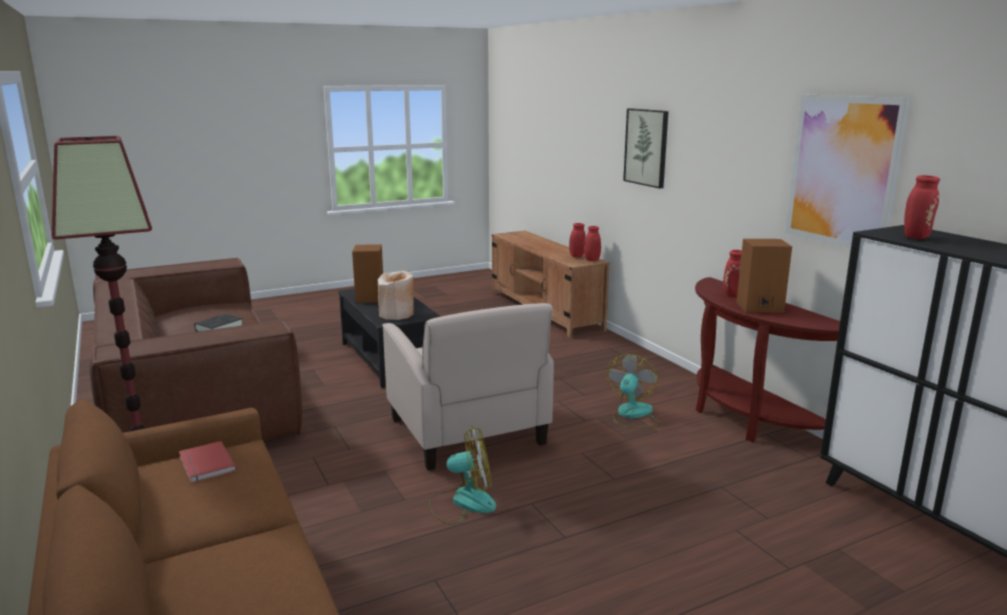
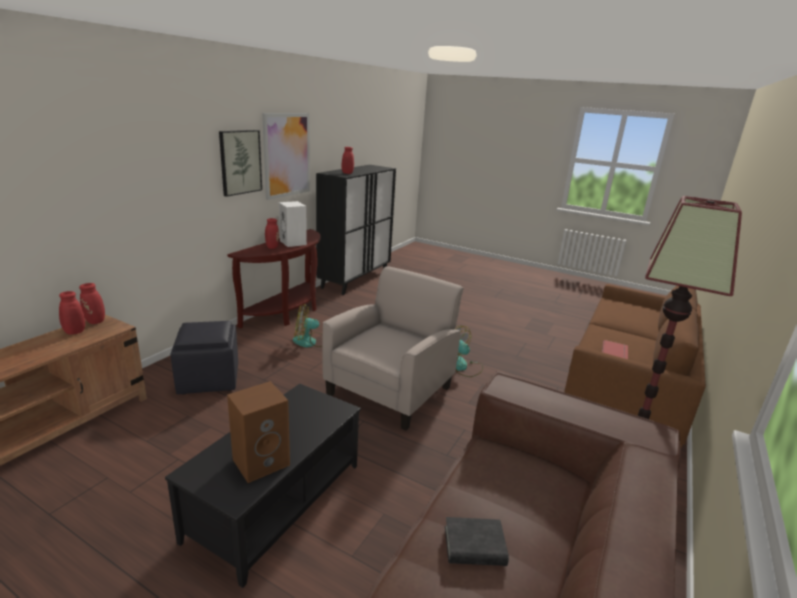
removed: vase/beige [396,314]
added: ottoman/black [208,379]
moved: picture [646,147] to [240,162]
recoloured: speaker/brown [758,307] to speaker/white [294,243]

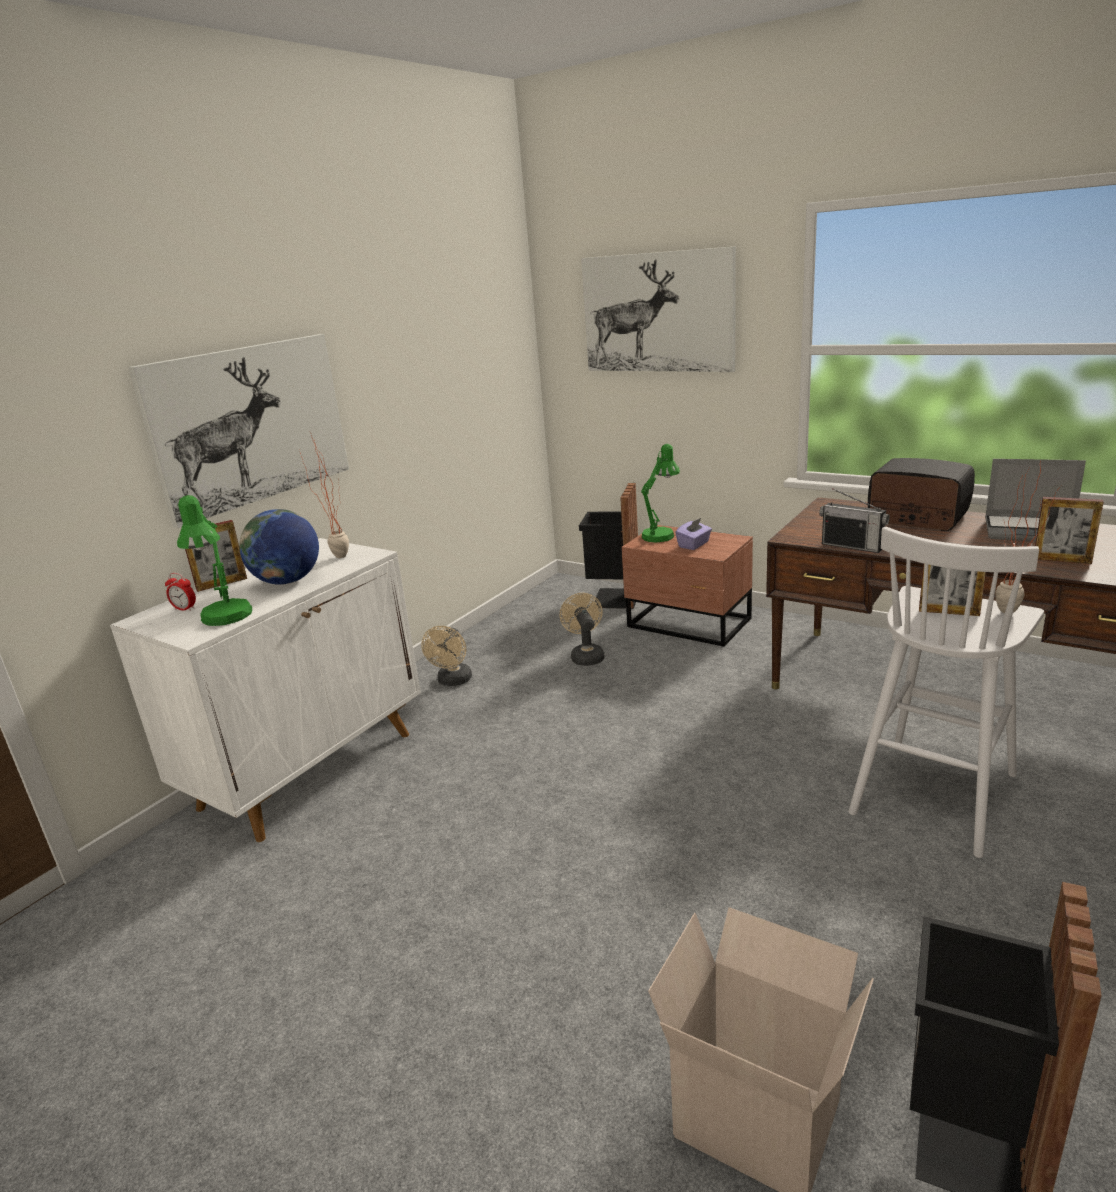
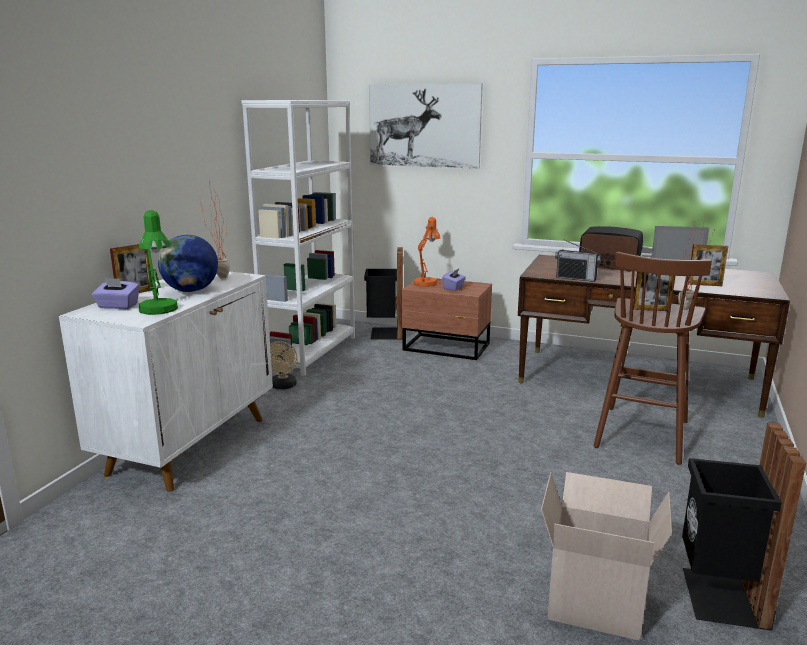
removed: picture [250,424]; fan/beige [586,656]
added: bookcase/white [311,352]
replaced: alarm clock [185,609] to tissue box/purple [117,306]
recoloured: table lamp/green [661,534] to table lamp/orange [427,282]; stool/white [934,792] to stool/brown [642,433]

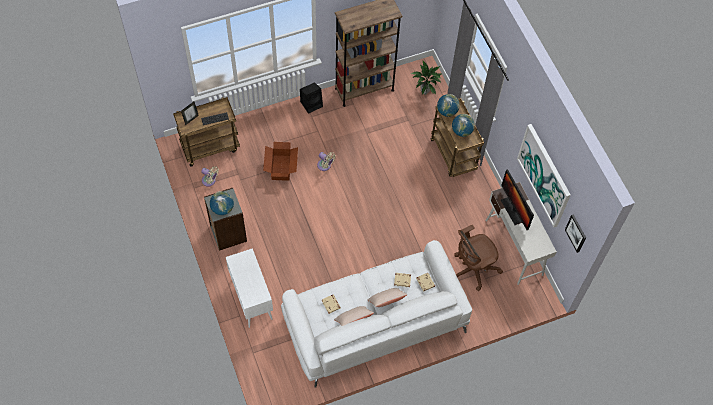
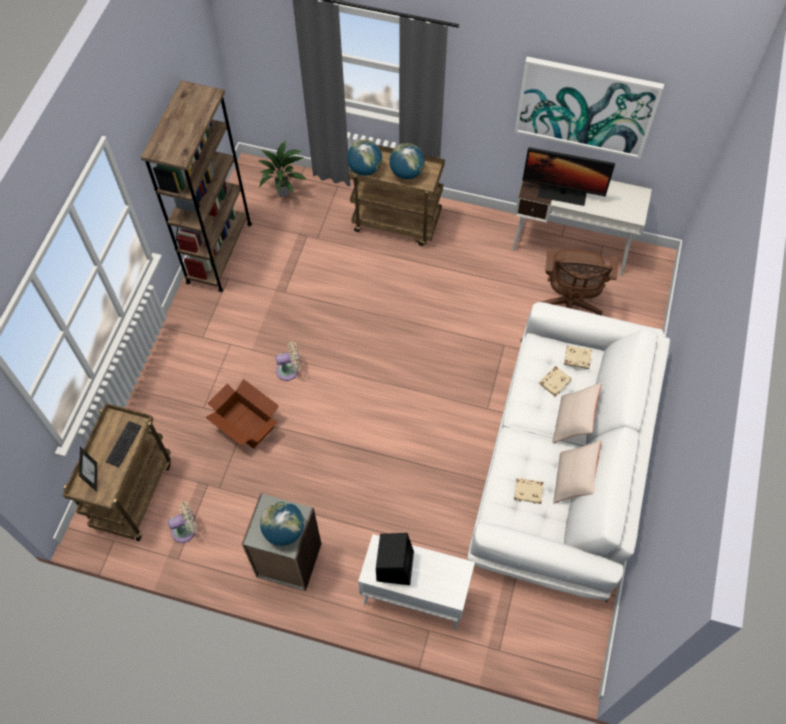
removed: picture [576,233]
moved: speaker/black [312,103] to [395,565]

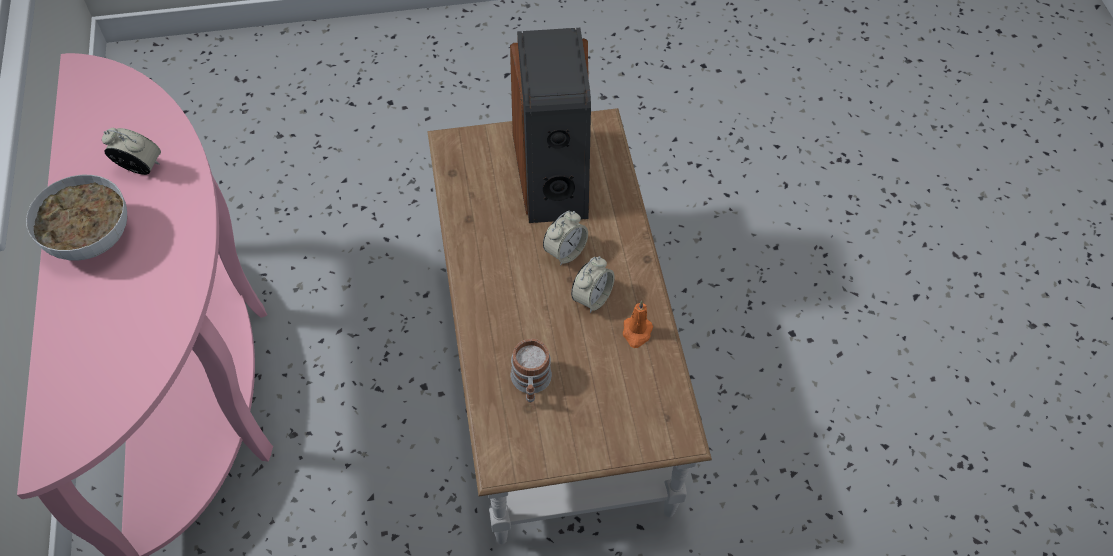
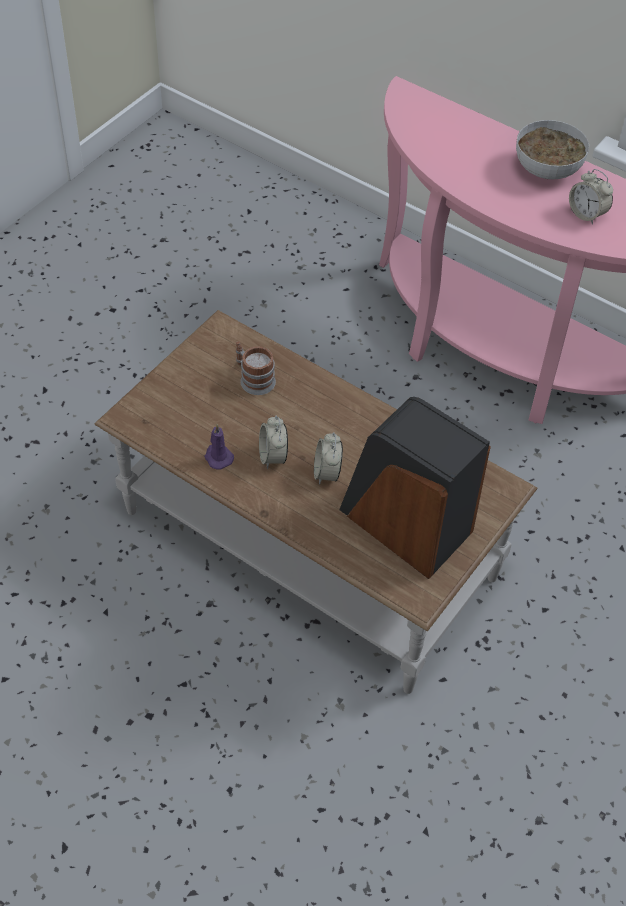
recoloured: candle/orange [636,332] to candle/purple [218,457]
turned: alarm clock [140,167] = [586,214] 75 degrees clockwise

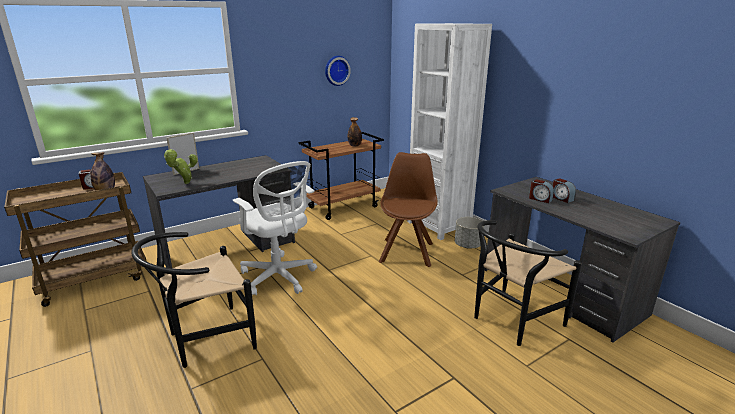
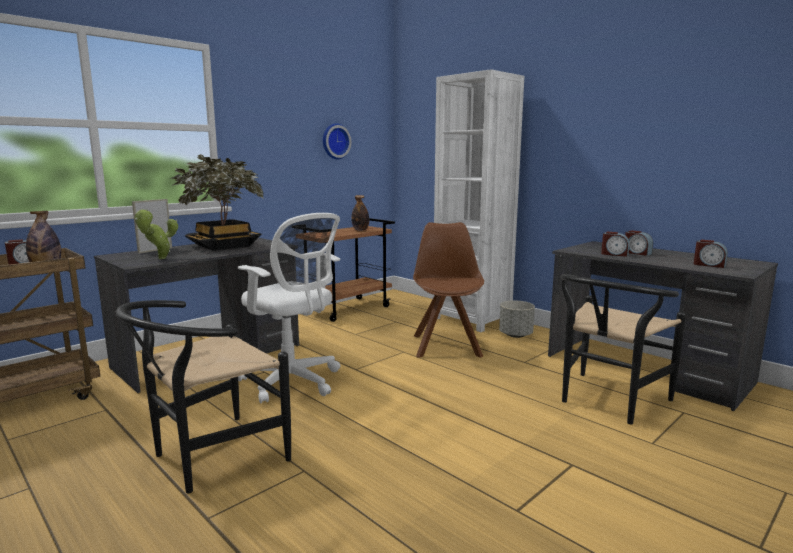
added: potted plant [224,246]; alarm clock [709,265]

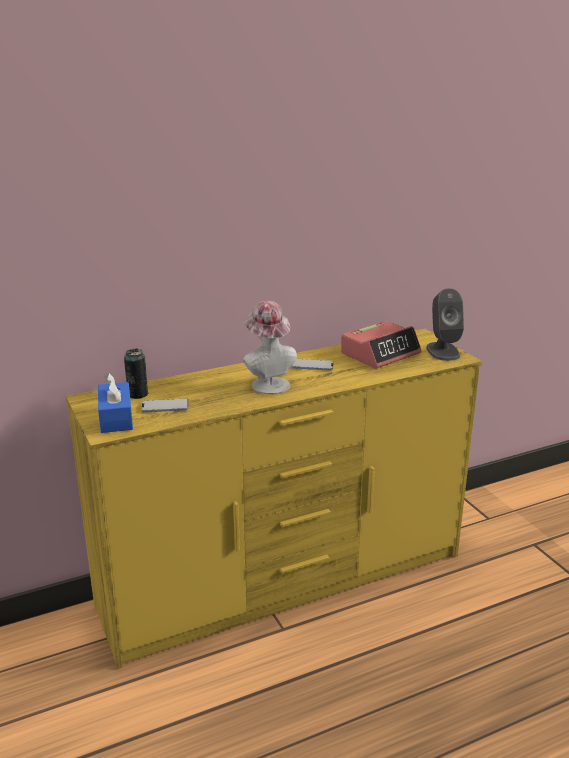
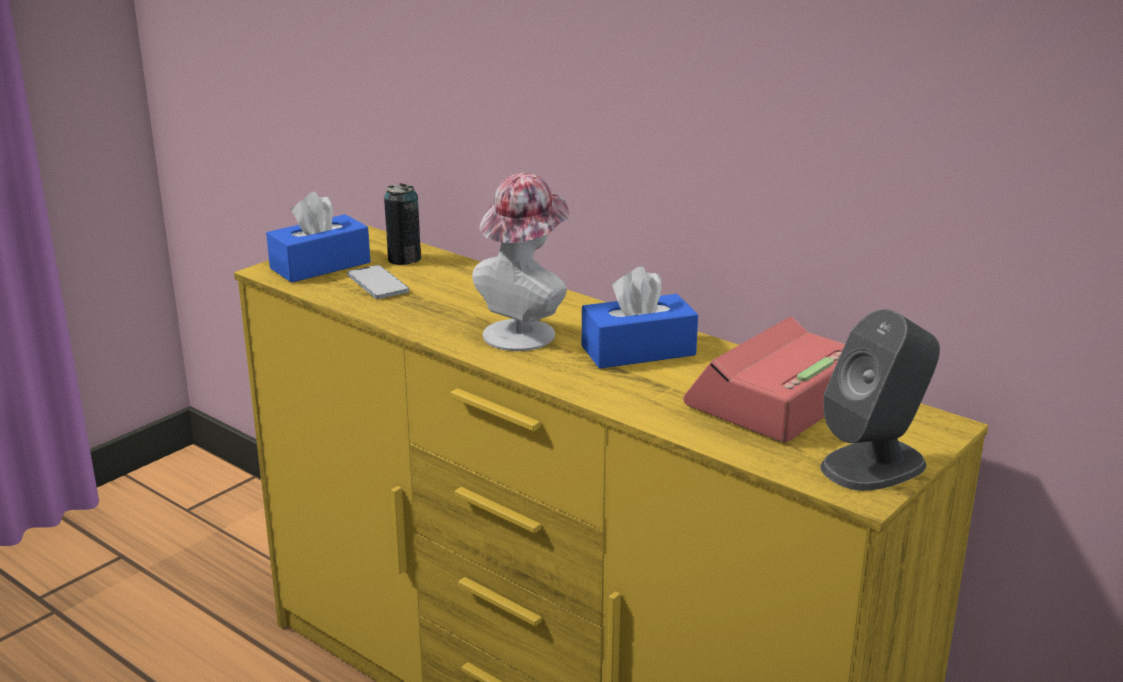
replaced: phone [312,366] to tissue box/blue [638,350]
turned: alarm clock [380,353] = [773,400] 105 degrees clockwise

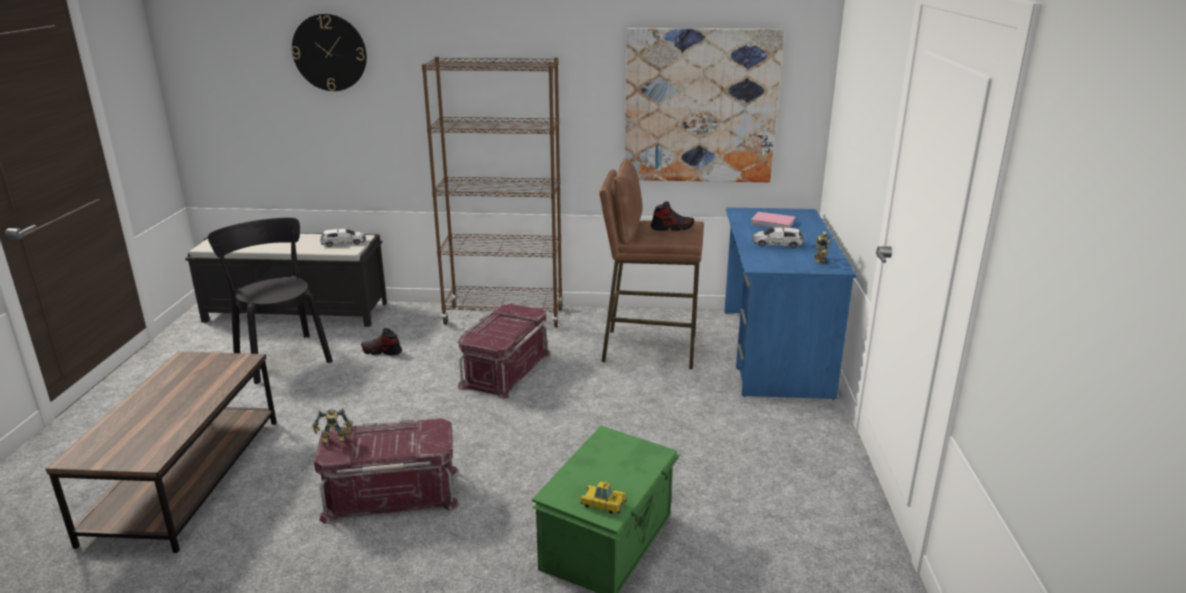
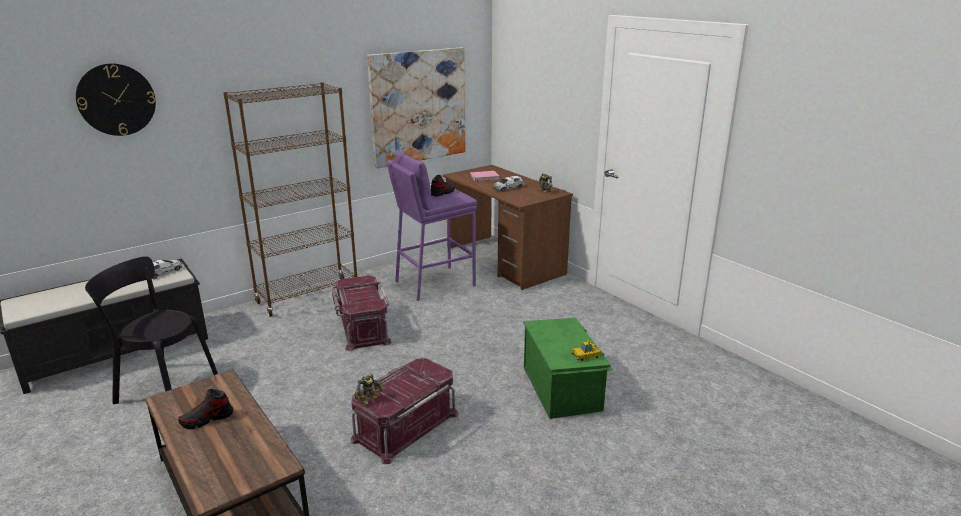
moved: shoe [382,352] to [207,419]
recoloured: stool/brown [649,348] to stool/purple [434,283]; desk/blue [774,351] to desk/brown [504,261]

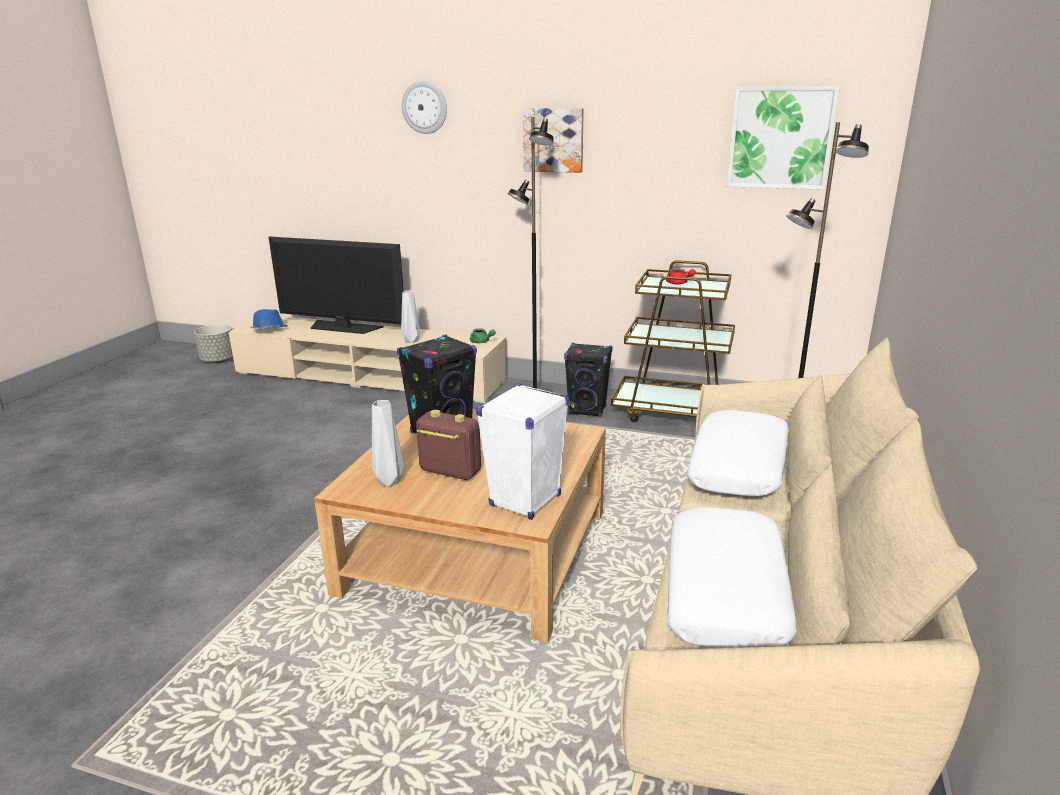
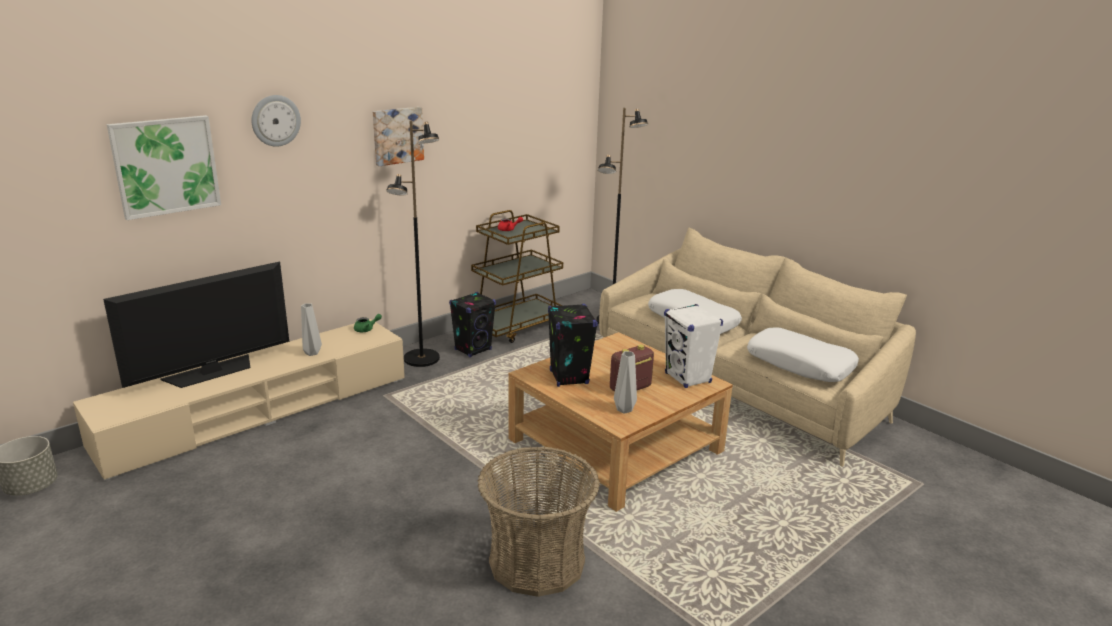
removed: hat/blue [269,330]
added: basket [536,562]
moved: picture [780,138] to [165,166]

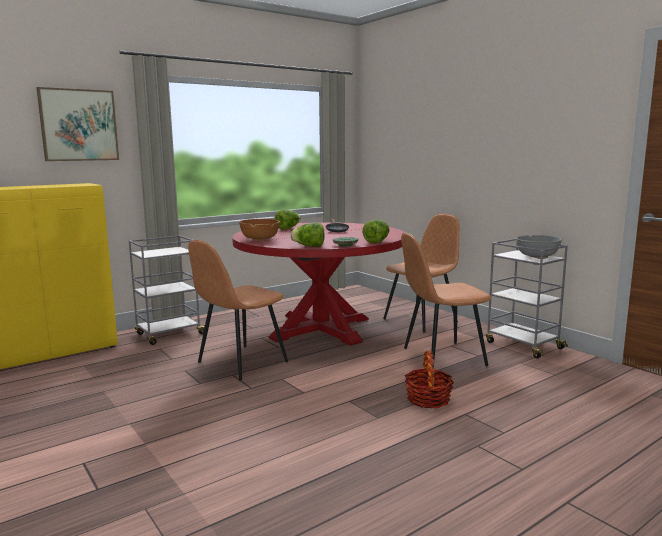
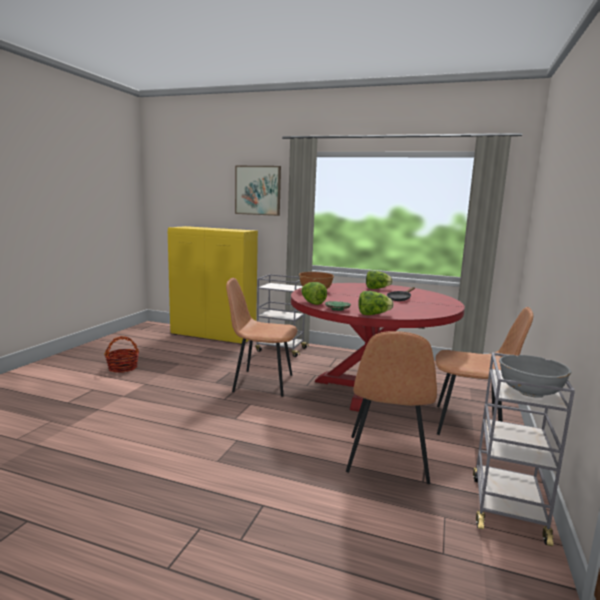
moved: basket [428,399] to [123,368]
turned: chair/brown [441,357] = [387,460] 120 degrees counterclockwise

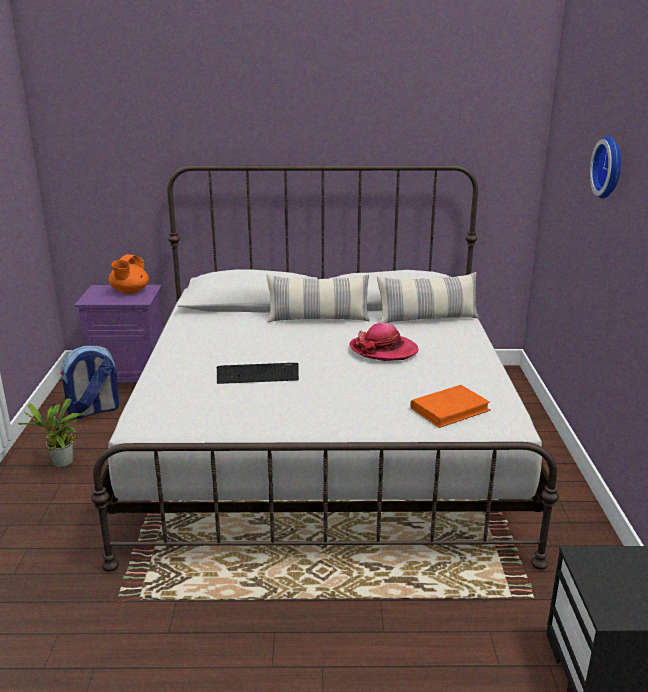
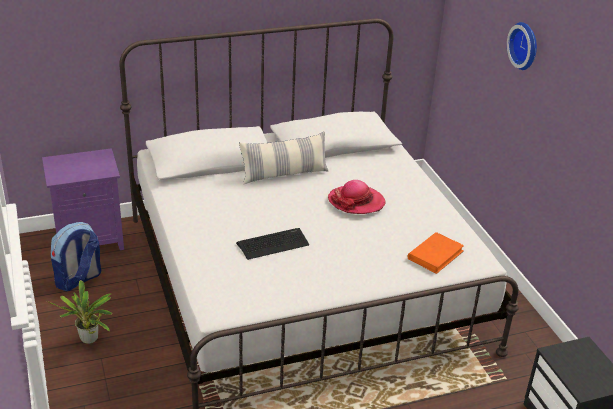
removed: teapot/orange [129,292]; pillow [427,319]

